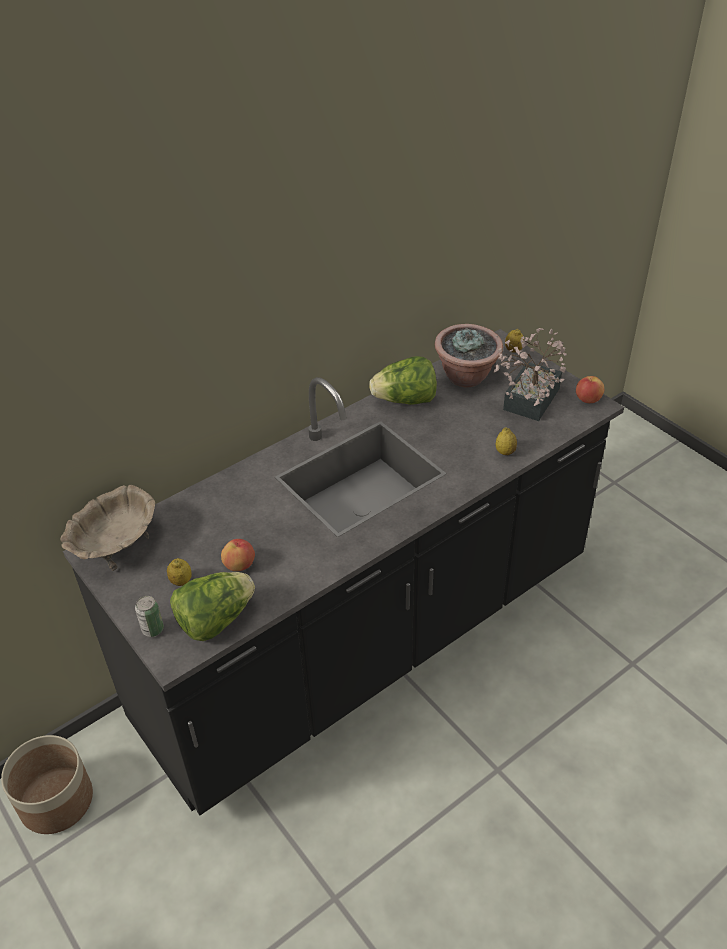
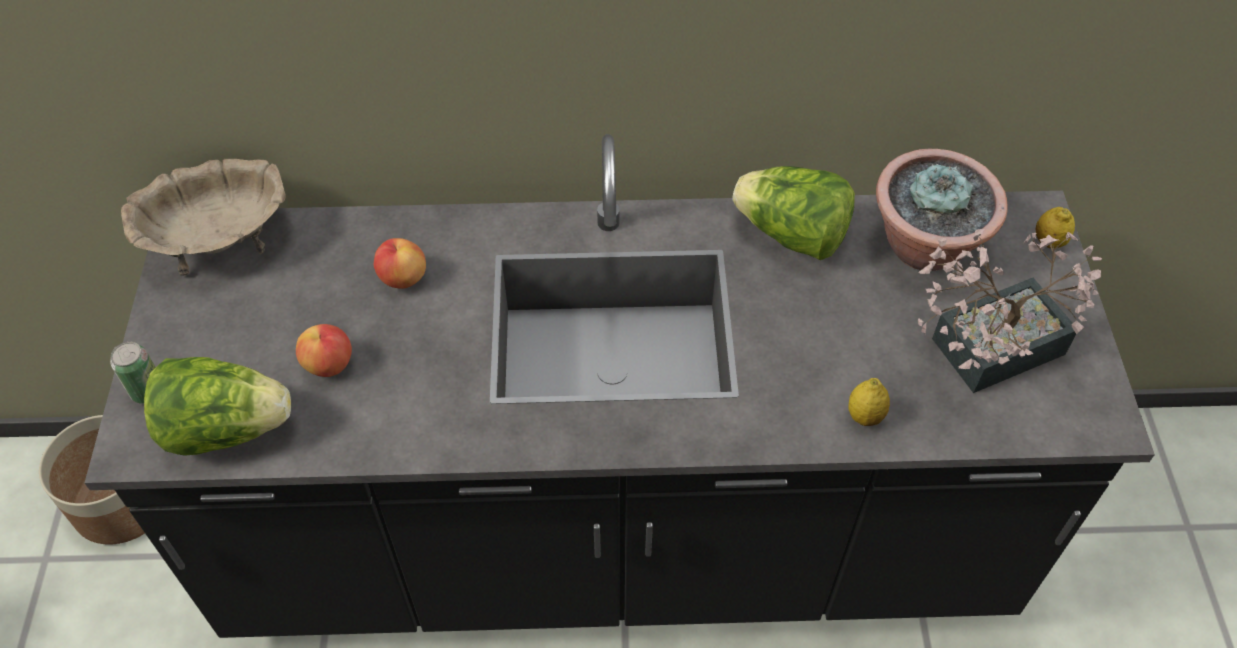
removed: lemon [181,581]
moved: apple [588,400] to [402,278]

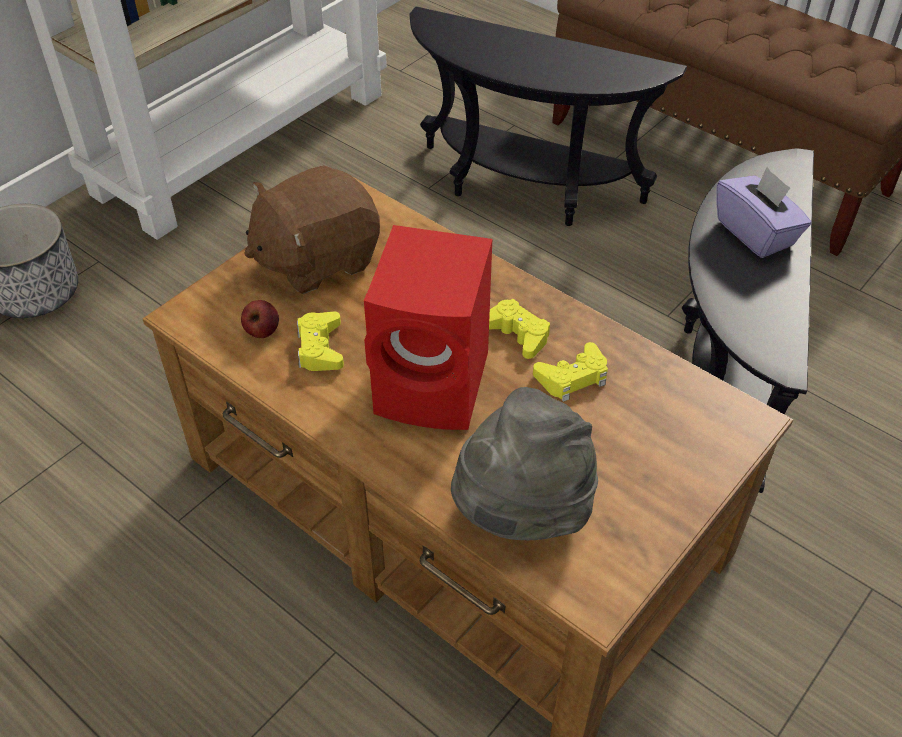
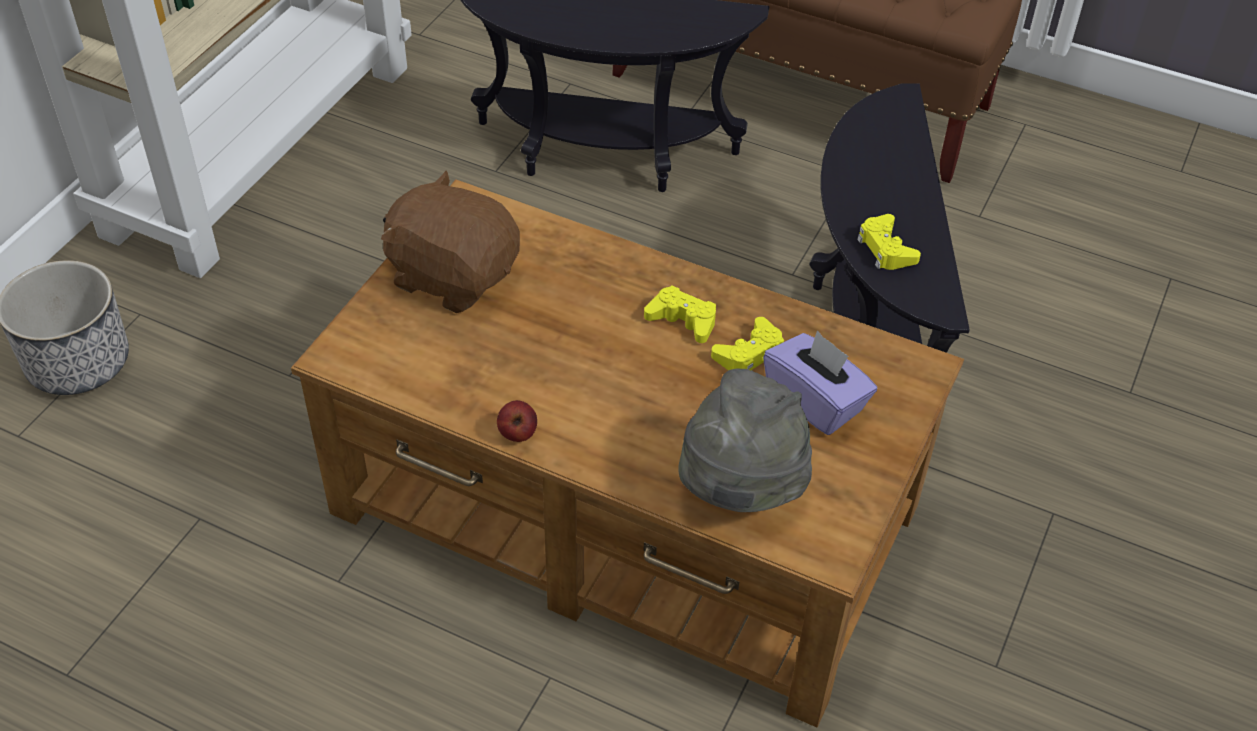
removed: speaker/red [436,385]
moved: apple [262,332] to [517,434]; game controller/yellow [320,348] to [886,249]; tissue box/purple [755,233] to [815,401]
turned: plush toy/brown [316,259] = [453,275] 75 degrees clockwise

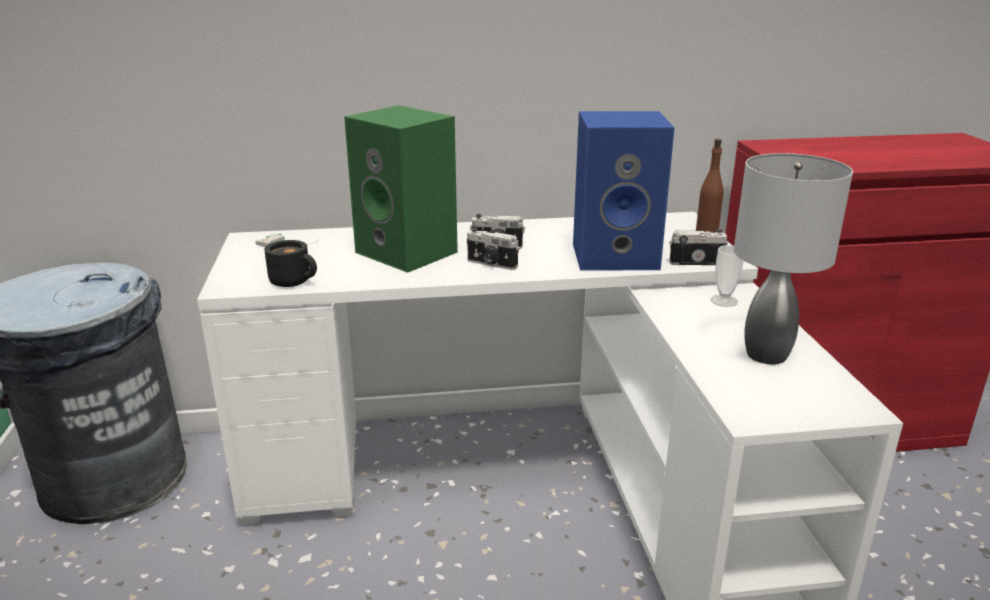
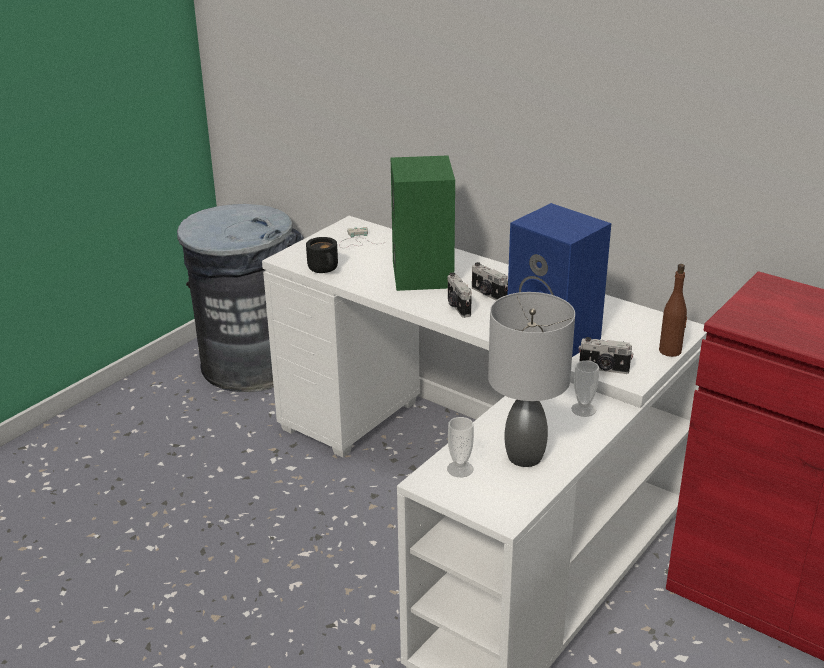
added: cup [460,469]
turned: photo camera [695,262] = [604,369] 150 degrees clockwise

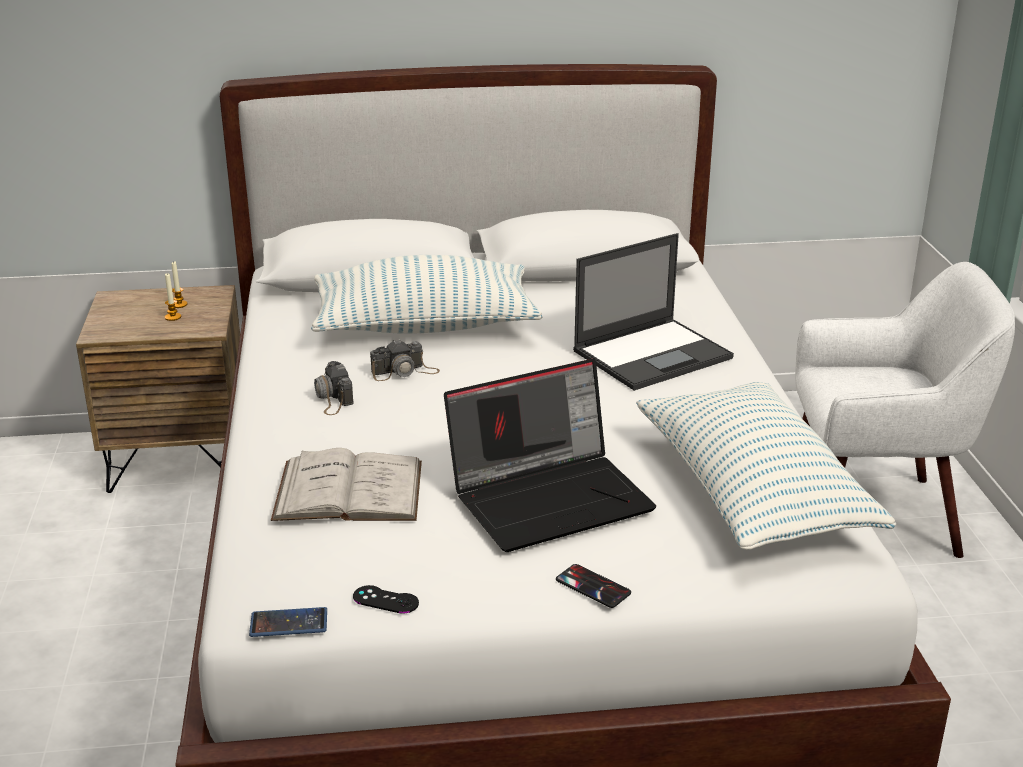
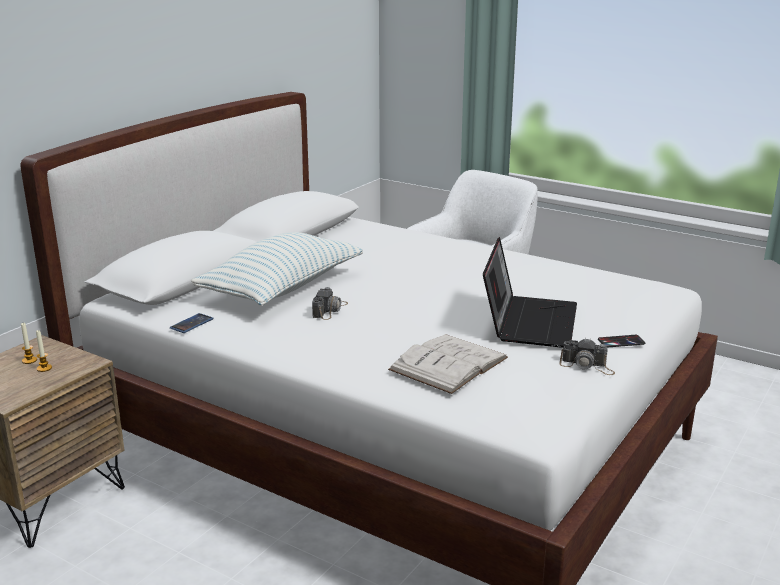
removed: game controller/black [385,600]; laptop [653,354]; pillow [752,494]
moved: phone [288,623] to [191,324]; photo camera [332,397] to [587,366]

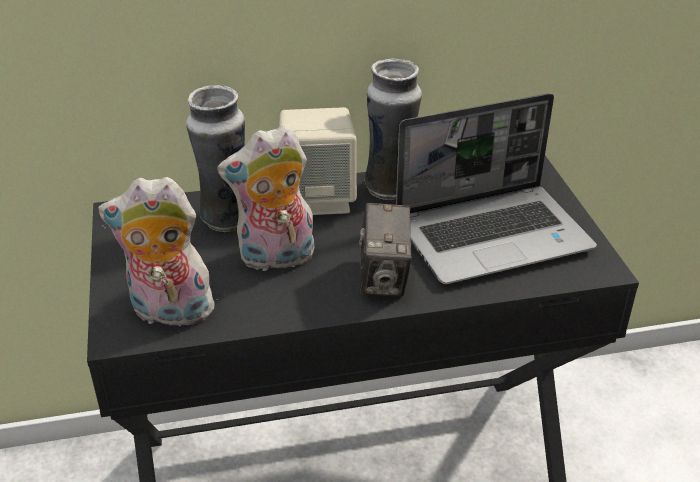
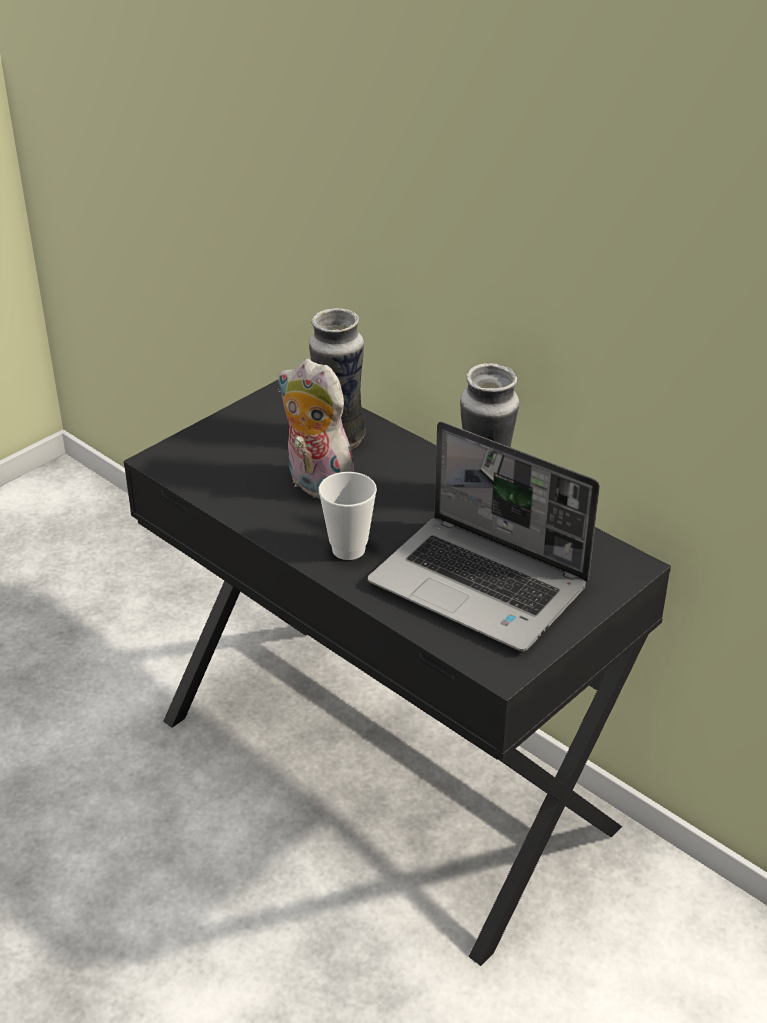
removed: plush toy [169,313]; speaker/beige [318,199]
replaced: photo camera [384,279] to cup [348,549]

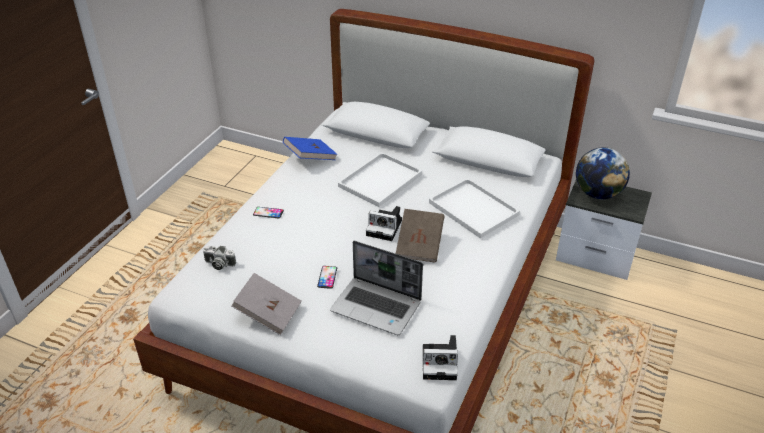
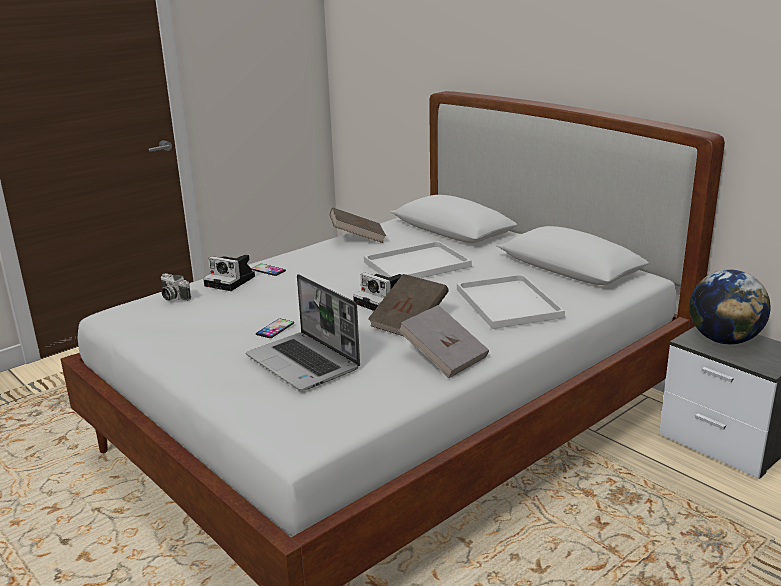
moved: book/grey [268,313] to [444,357]; photo camera [441,363] to [232,281]
recoloured: book/blue [310,158] to book/brown [357,238]

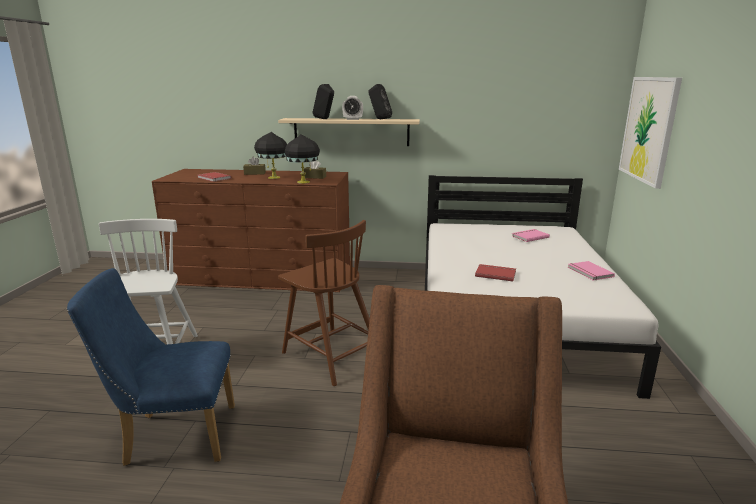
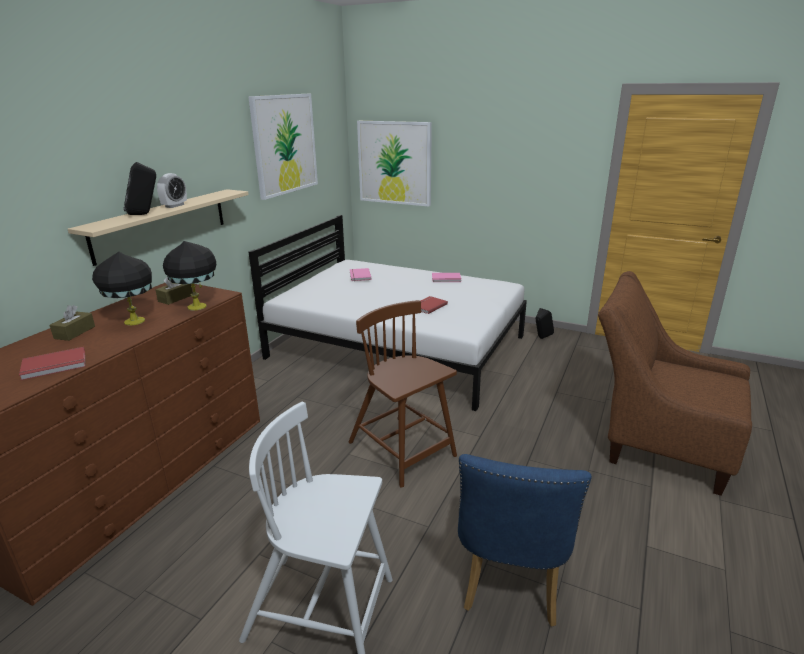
added: picture [284,144]
moved: speaker/black [379,119] to [541,338]
turned: chair/brown [331,355] = [402,450] 105 degrees counterclockwise

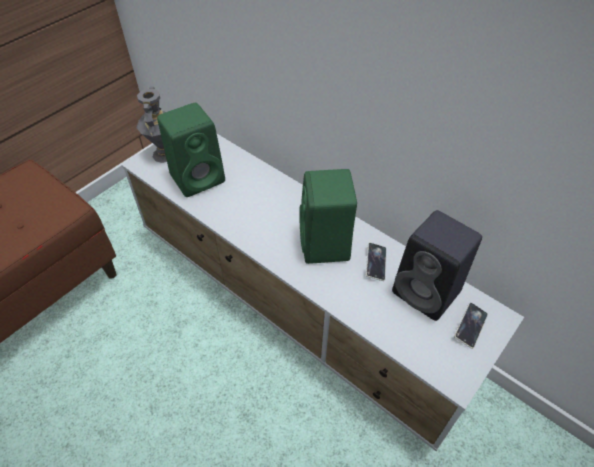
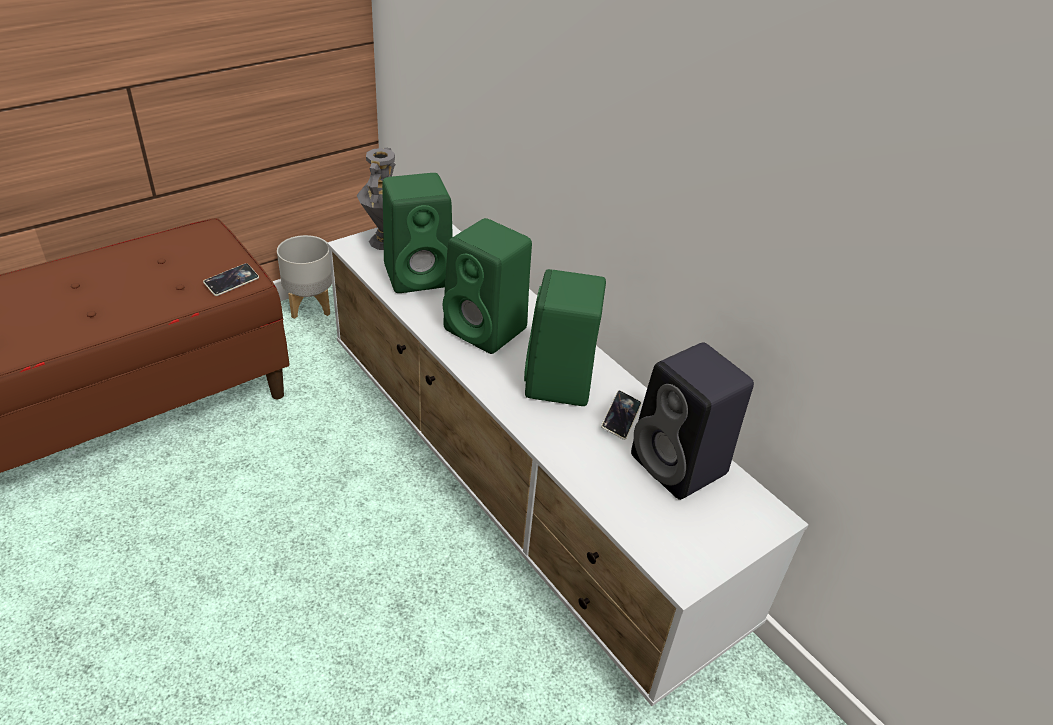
added: planter/grey [311,306]; speaker/green [488,330]
moved: phone [470,326] to [232,282]

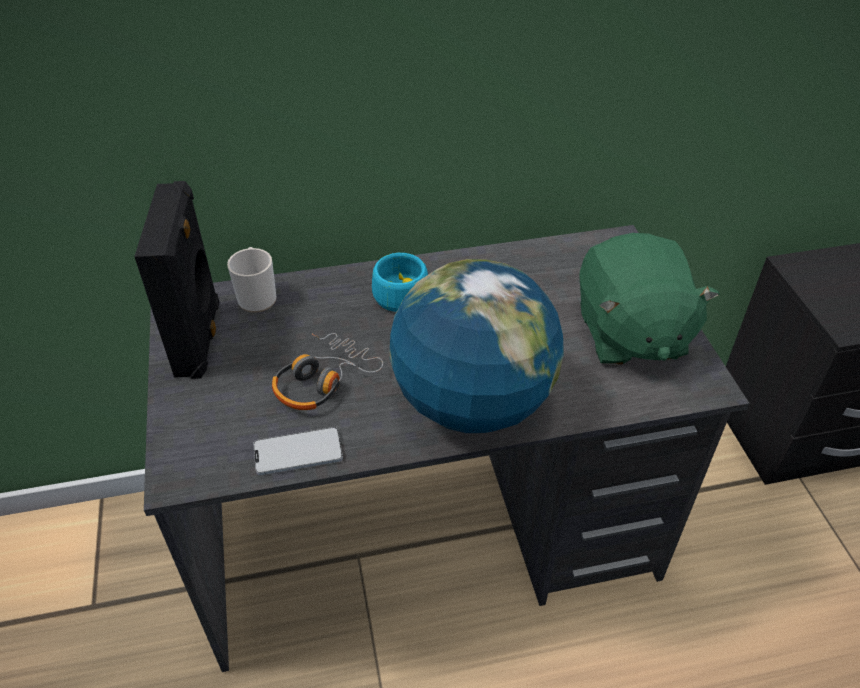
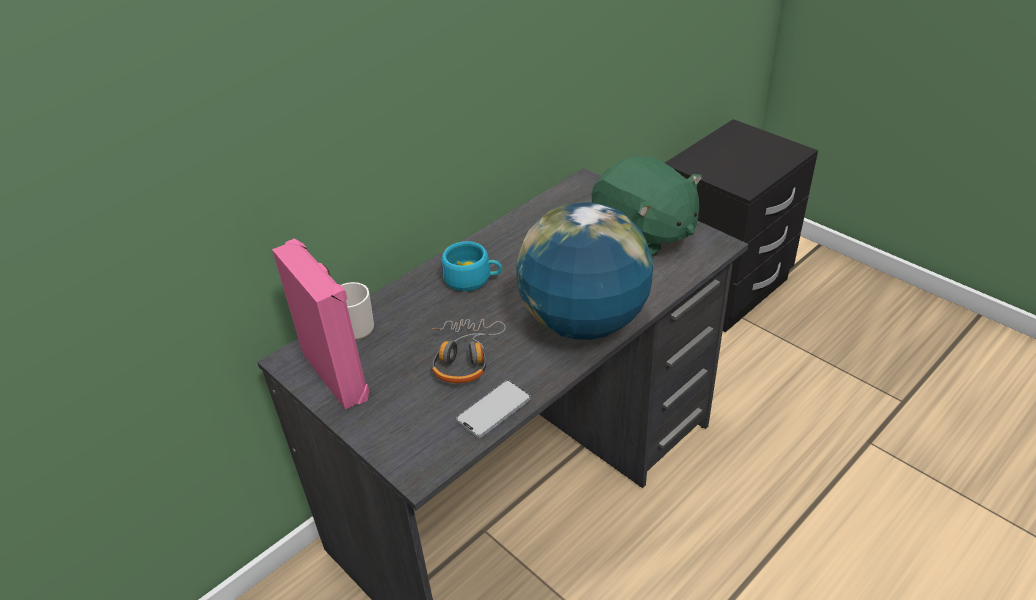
recoloured: speaker/black [200,338] to speaker/pink [338,374]

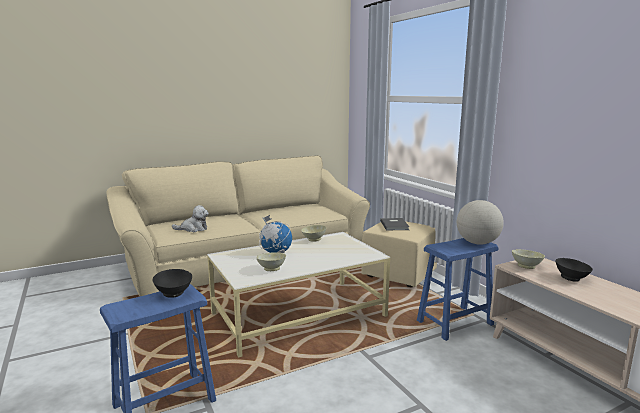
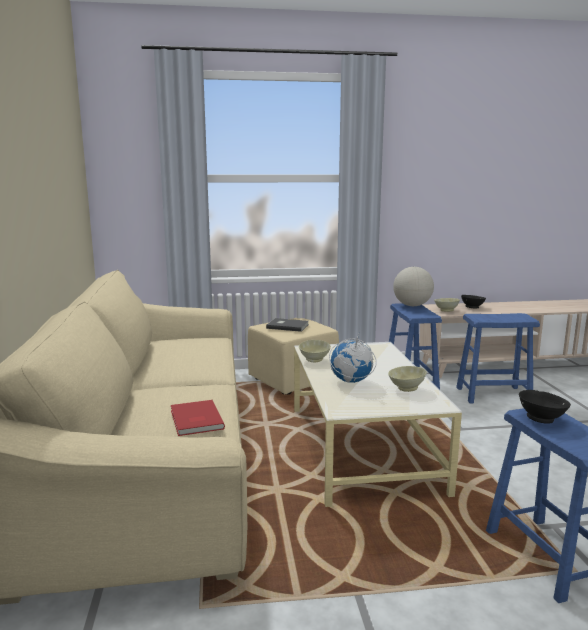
added: stool/blue [493,394]
replaced: plush toy [193,229] to book/red [195,420]

